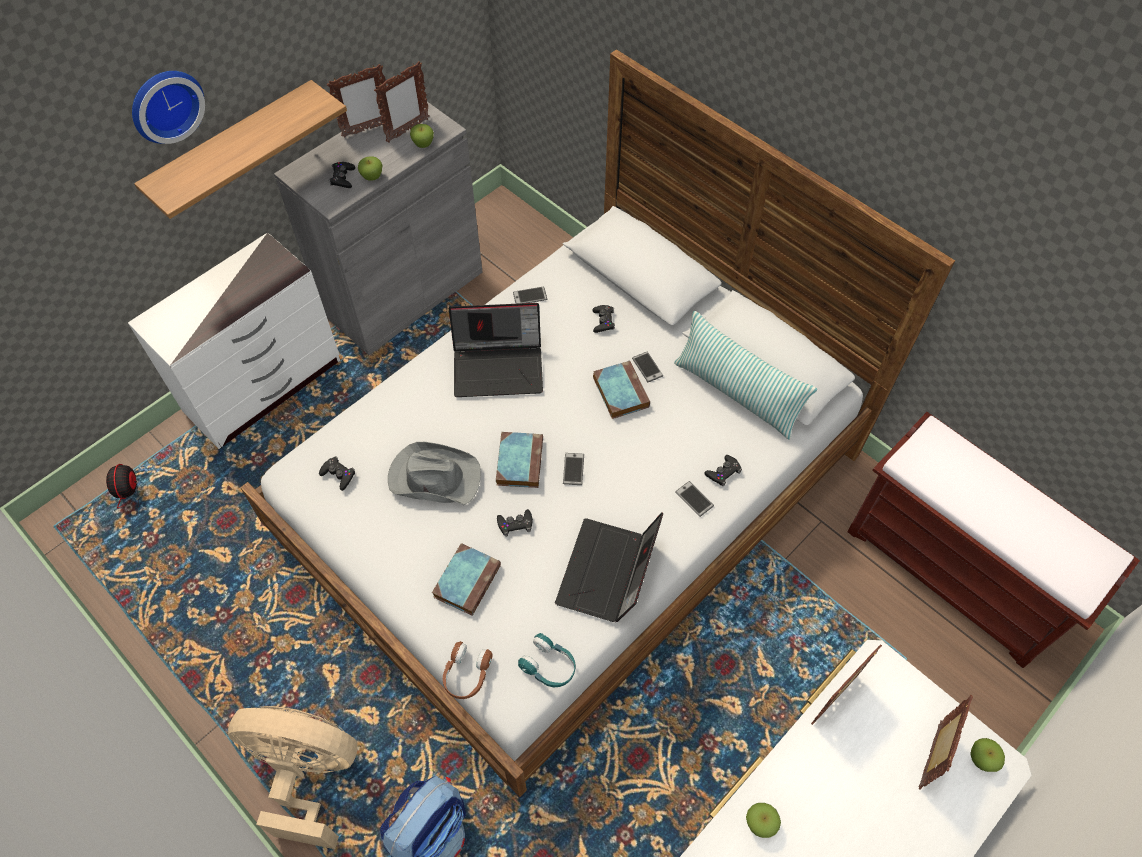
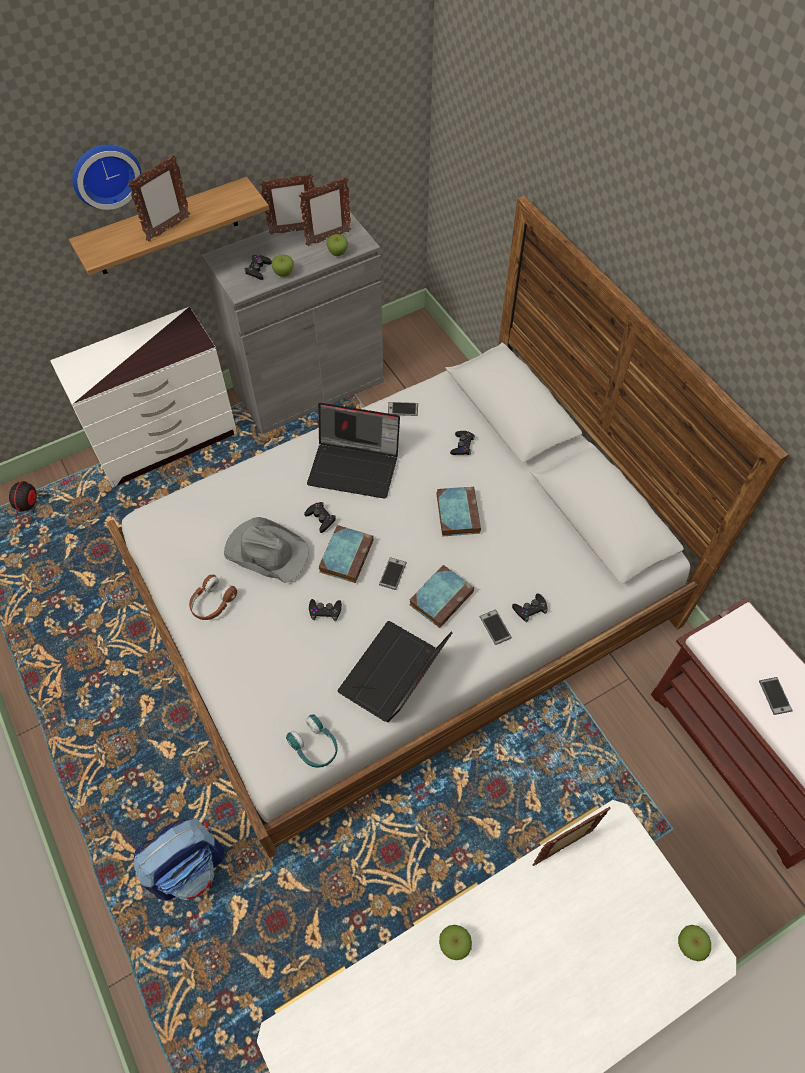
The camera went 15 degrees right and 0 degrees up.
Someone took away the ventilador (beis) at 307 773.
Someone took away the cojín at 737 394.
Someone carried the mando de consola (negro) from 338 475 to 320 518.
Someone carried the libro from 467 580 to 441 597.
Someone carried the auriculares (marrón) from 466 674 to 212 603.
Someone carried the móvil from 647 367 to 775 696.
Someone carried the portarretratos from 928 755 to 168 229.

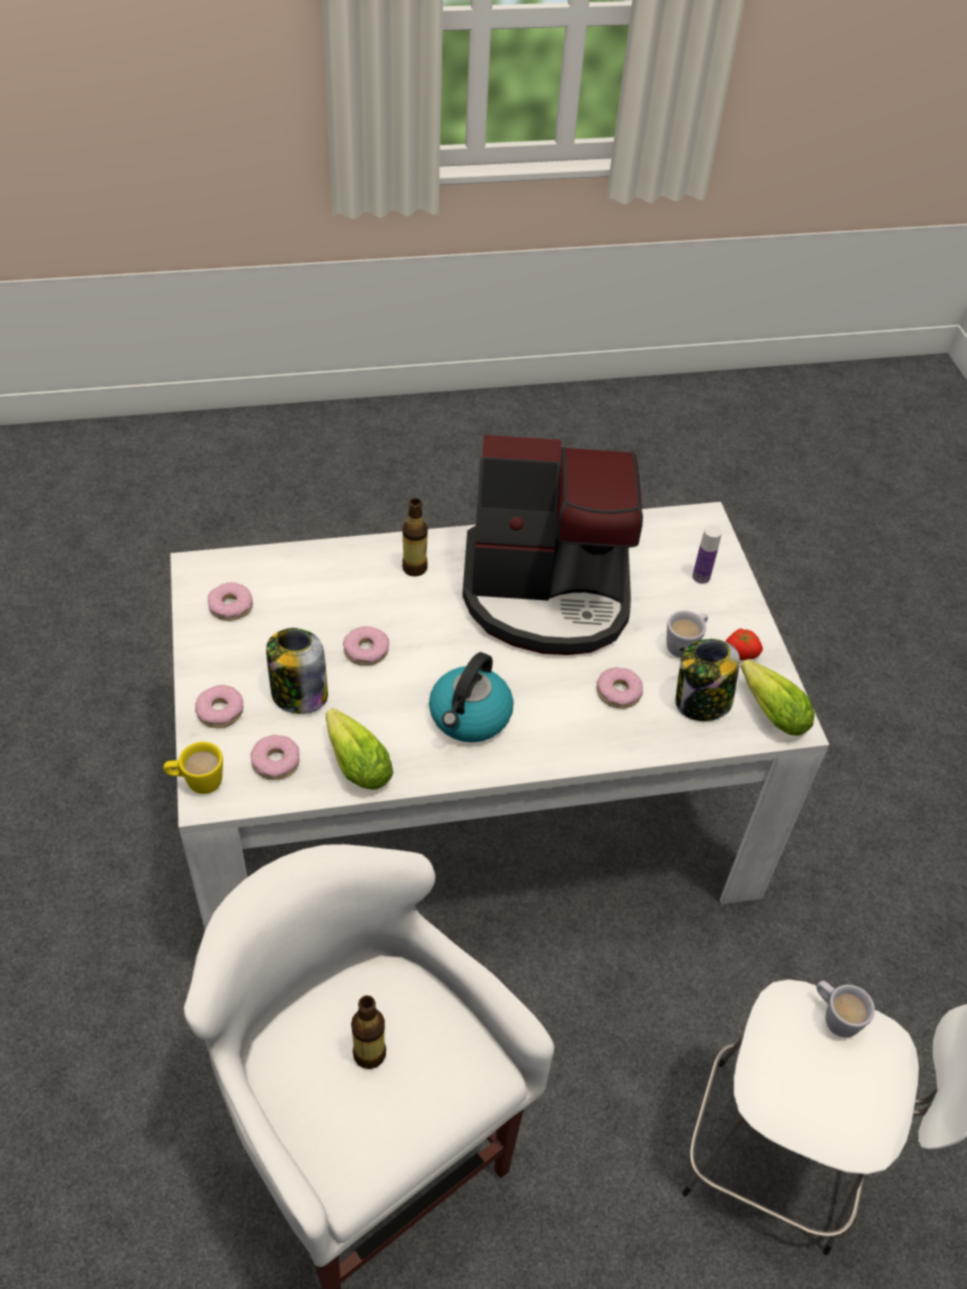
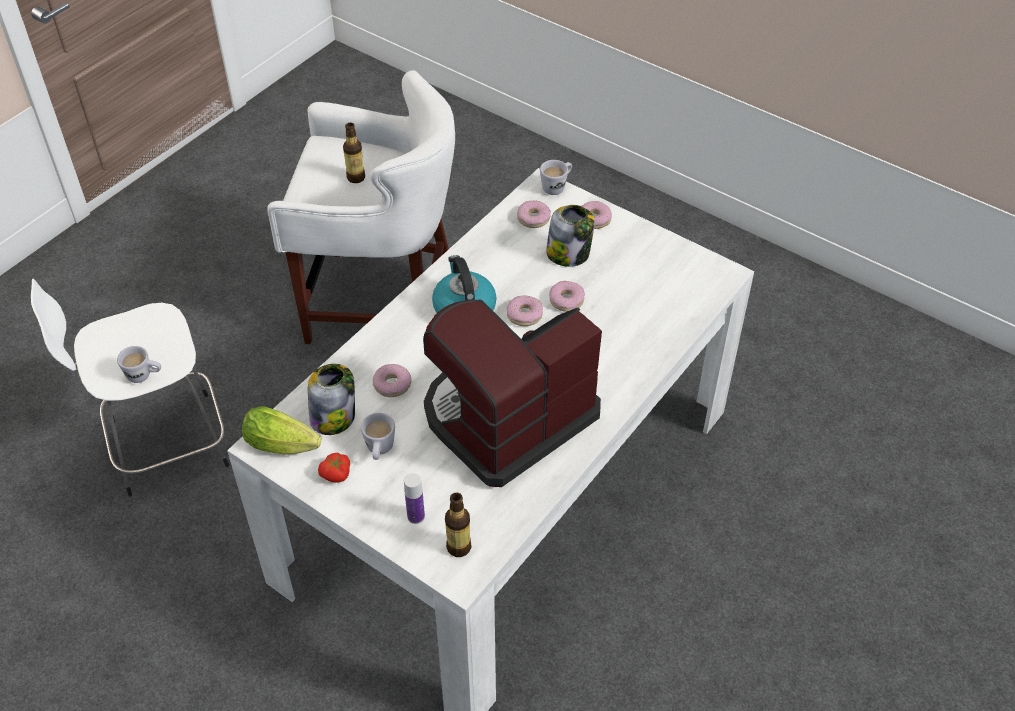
The camera went 140 degrees right and 0 degrees up.
Someone took away the lechuga at 355 760.
Someone carried the rosquilla from 231 606 to 524 315.
Someone carried the botella from 414 568 to 459 547.
Someone repainted the taza grande (amarillo) at 197 782, which became the taza grande (blanco) at 557 186.

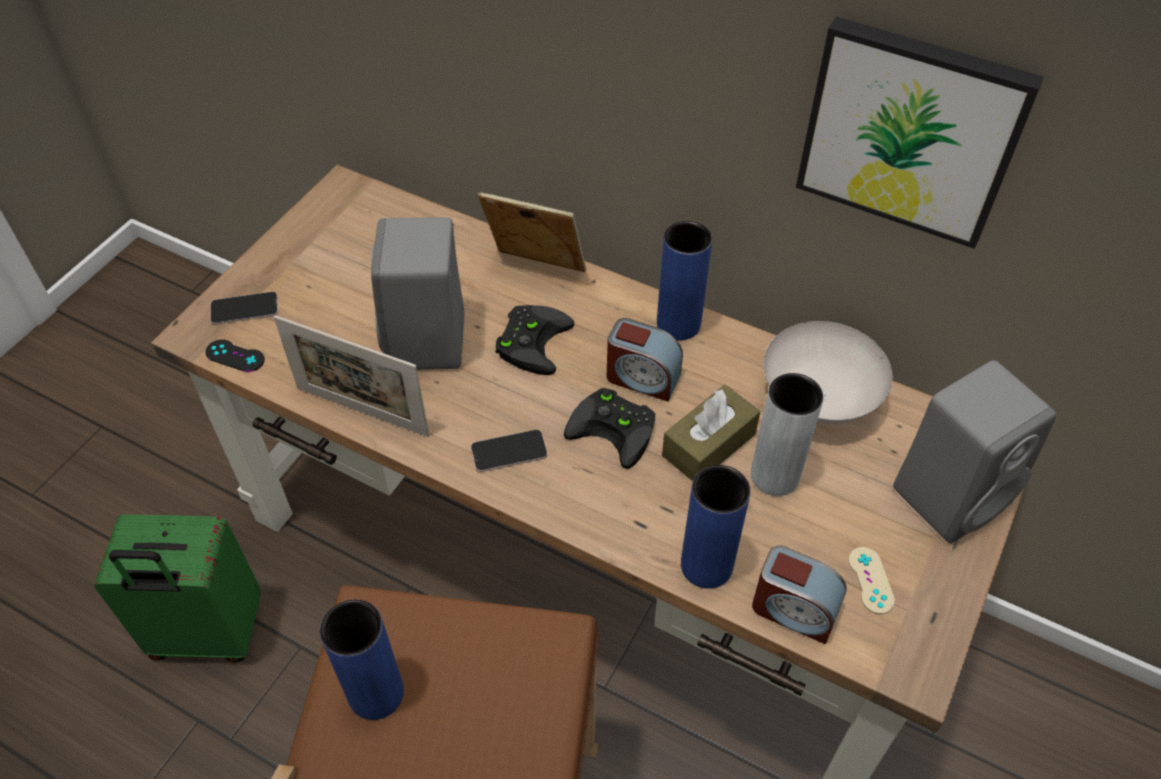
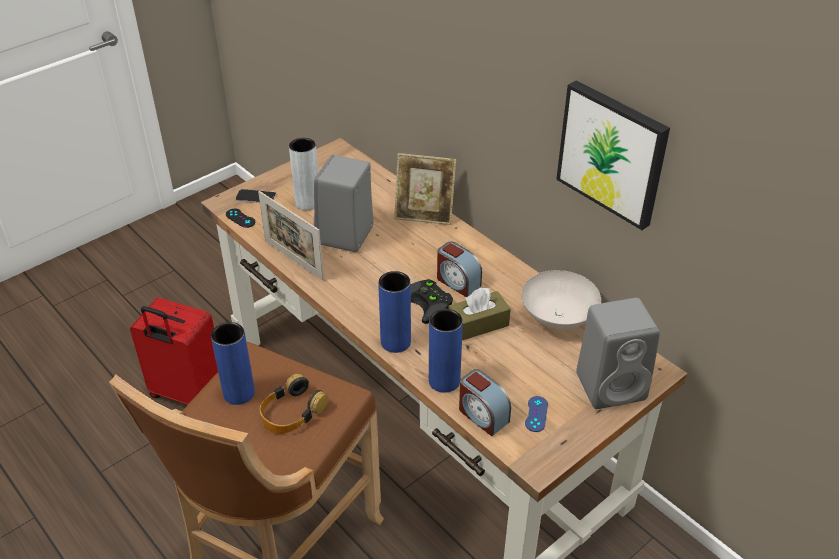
The camera went 20 degrees right and 10 degrees down.
Someone took away the móvil at 509 451.
Someone took away the mando de consola (negro) at 531 340.
Someone put down the auriculares at 292 412.
Someone carried the florero (azul) from 678 324 to 395 342.
Someone carried the florero (gris) from 774 475 to 308 203.
Someone repainted the maleta (verde) at 207 634, which became the maleta (rojo) at 186 393.
Someone repainted the mando de consola (beis) at 870 580, which became the mando de consola (azul) at 536 414.
Someone rotated the portarretratos at 535 272 by 150 degrees clockwise.

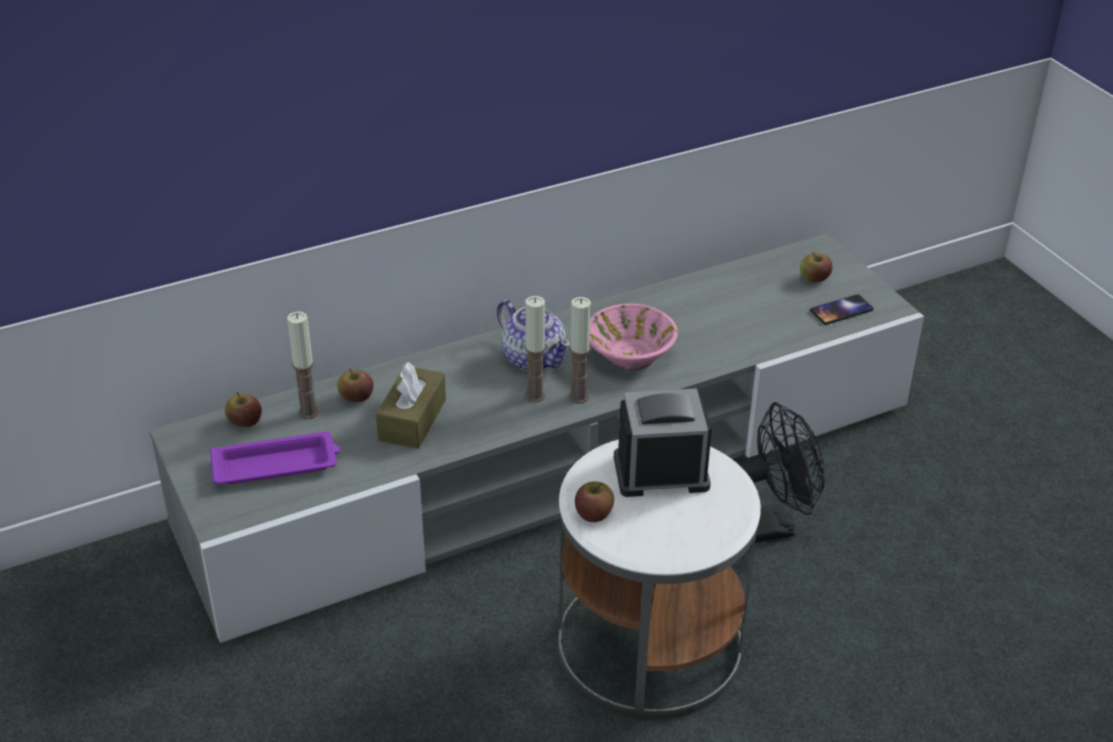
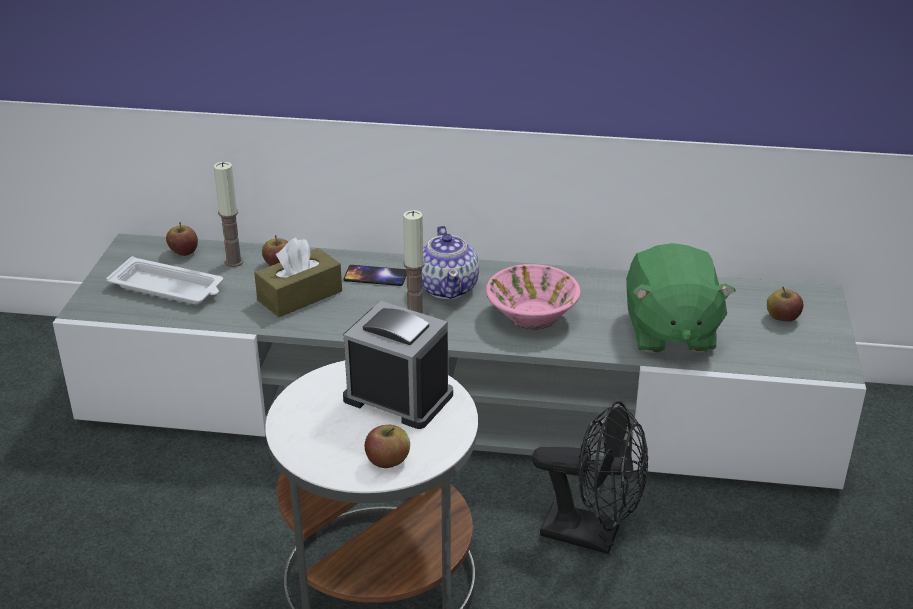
The camera went 35 degrees right and 5 degrees down.
Someone took away the vela at 578 397.
Someone put down the peluche (verde) at 669 332.
Someone carried the manzana from 594 514 to 388 460.
Someone carried the móvil from 841 310 to 375 276.
Someone repainted the bandeja (morado) at 277 465, which became the bandeja (blanco) at 168 288.

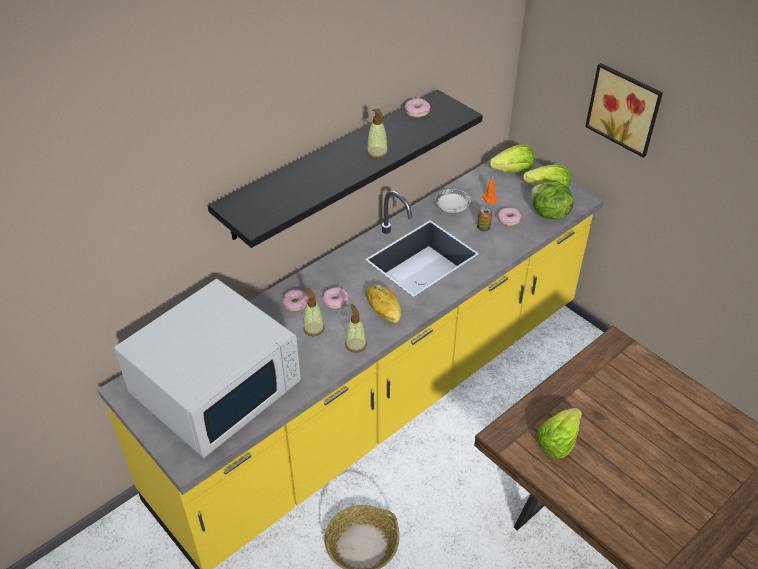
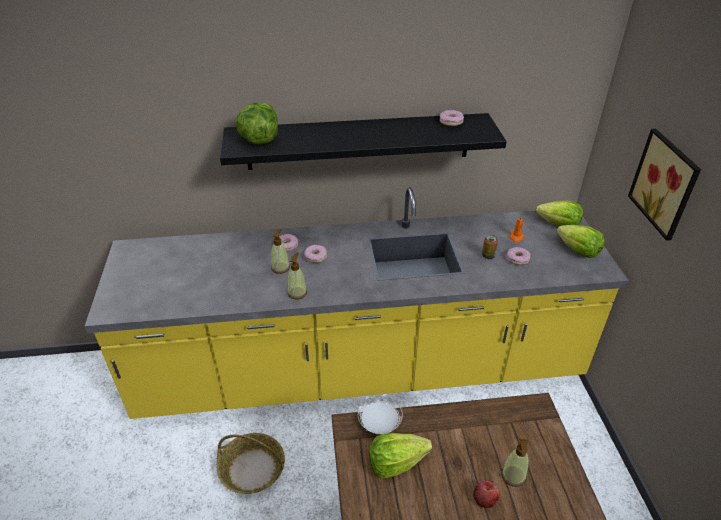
The camera went 35 degrees right and 5 degrees down.
Someone took away the microondas (blanco) at 217 387.
Someone took away the pan at 382 309.
Someone put down the manzana at 484 499.
Someone carried the dispensador de jabón from 377 153 to 513 476.
Someone carried the plato (blanco) from 452 208 to 380 423.
Someone carried the lechuga from 548 214 to 259 140.

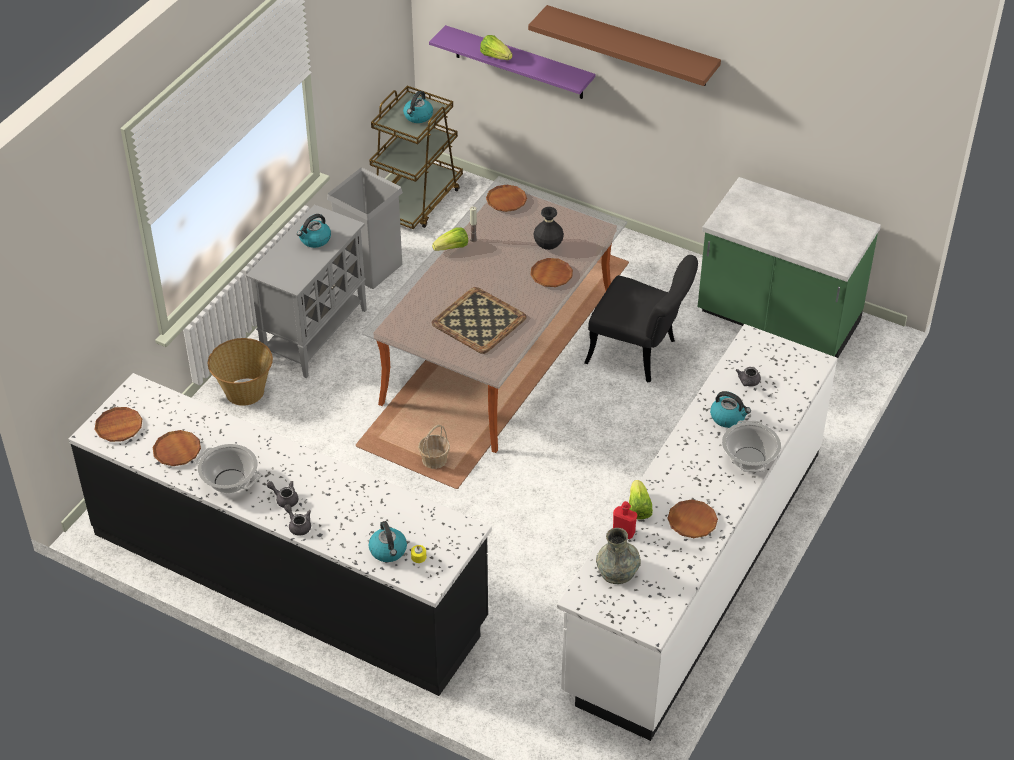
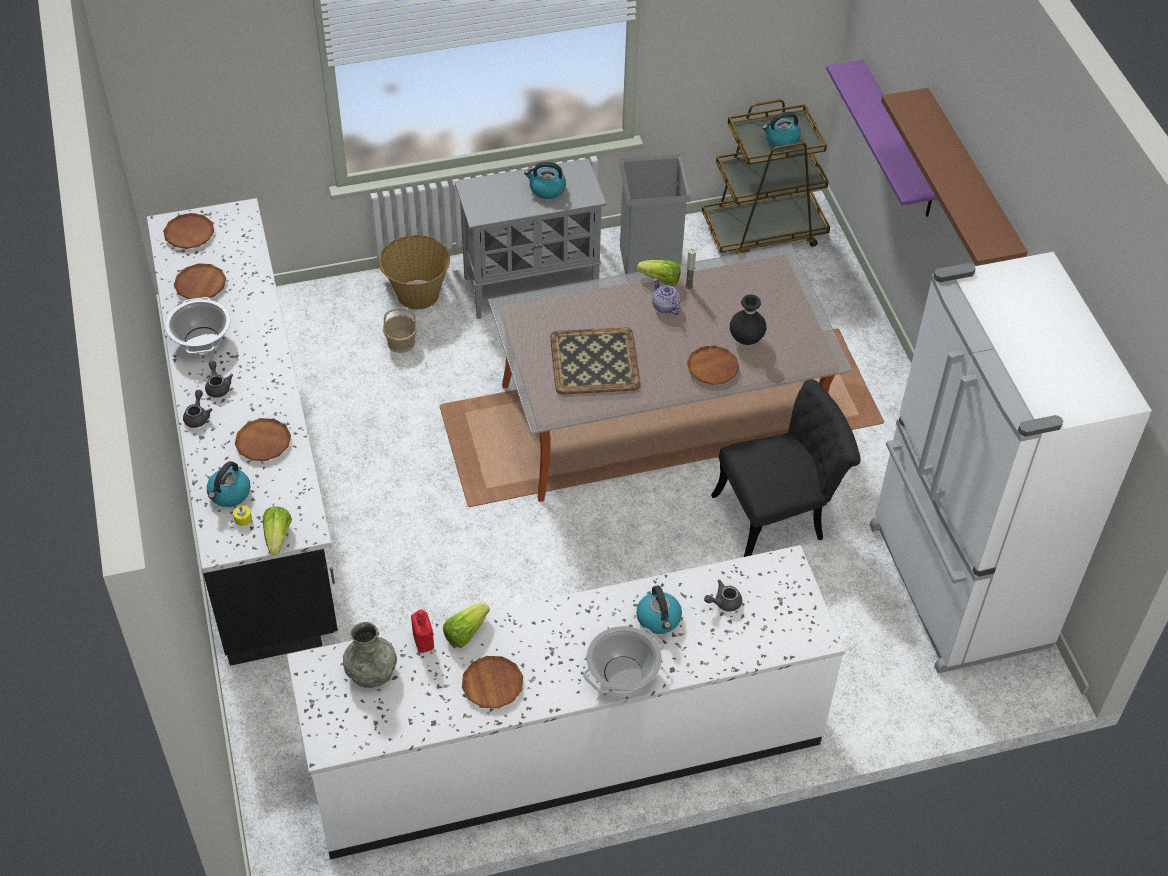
The camera went 45 degrees right and 5 degrees up.
Someone put down the tetera at 665 307.
Someone carried the cesta from 434 460 to 401 342.
Someone carried the lechuga from 495 56 to 277 537.
Someone carried the plato (marrón) from 506 201 to 263 442.
Someone swapped the mueble bajo de cocina (verde) at 777 320 for the nevera (blanco) at 955 587.
Someone rotated the silla (negro) at 640 354 by 90 degrees counterclockwise.

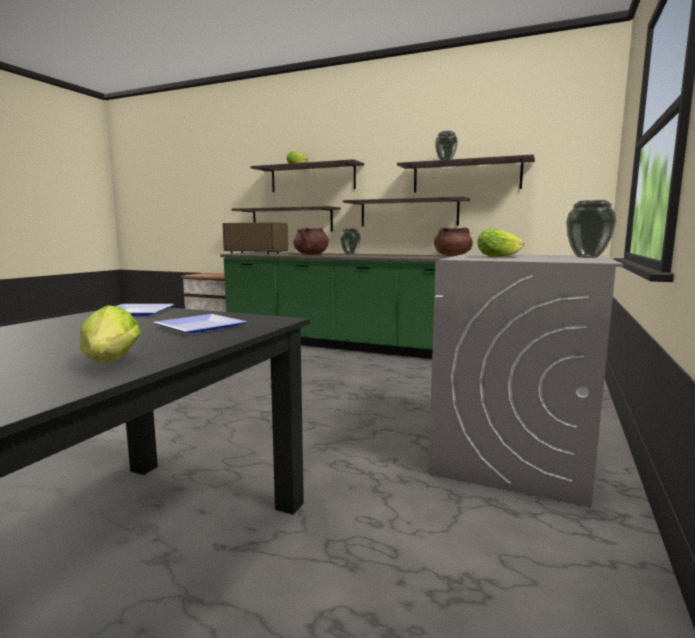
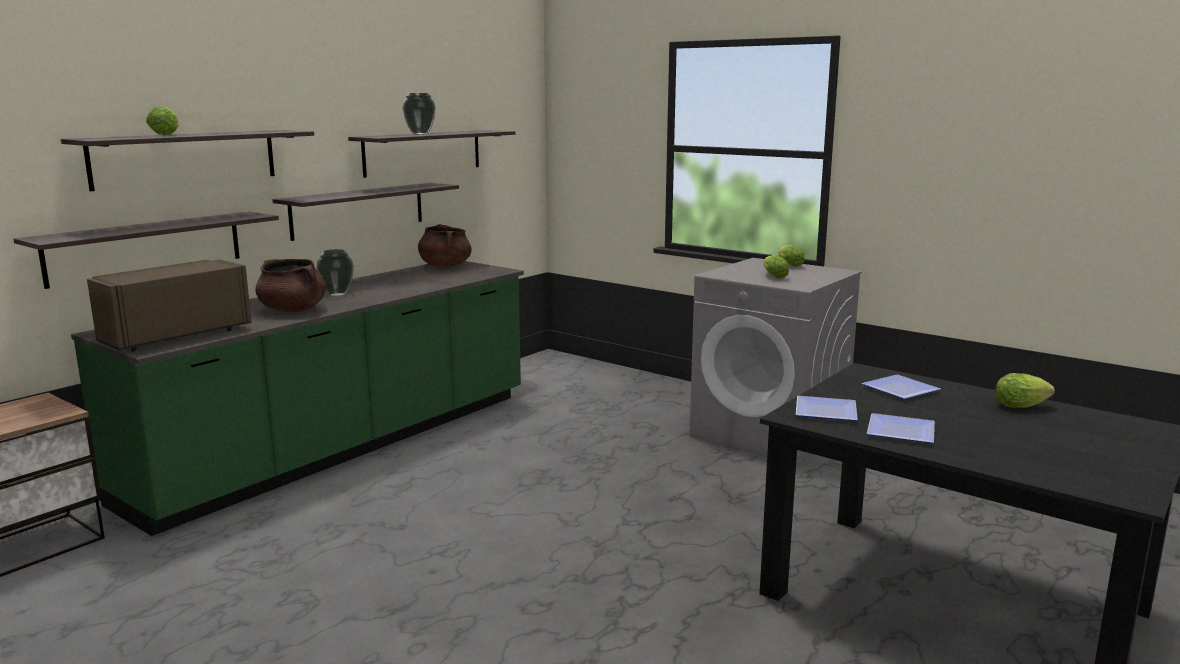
The camera went 75 degrees left and 5 degrees up.
Someone put down the plato at 903 433.
Someone swapped the florero at 586 257 for the lechuga at 788 265.

